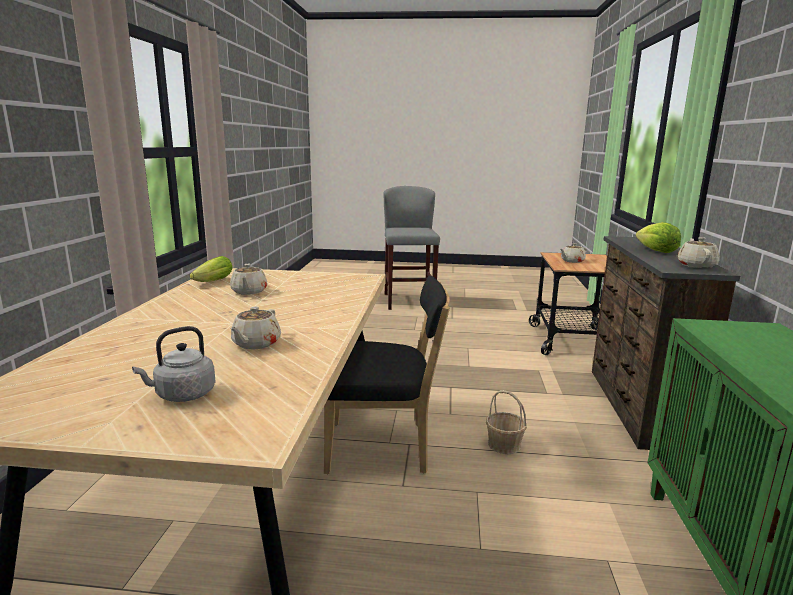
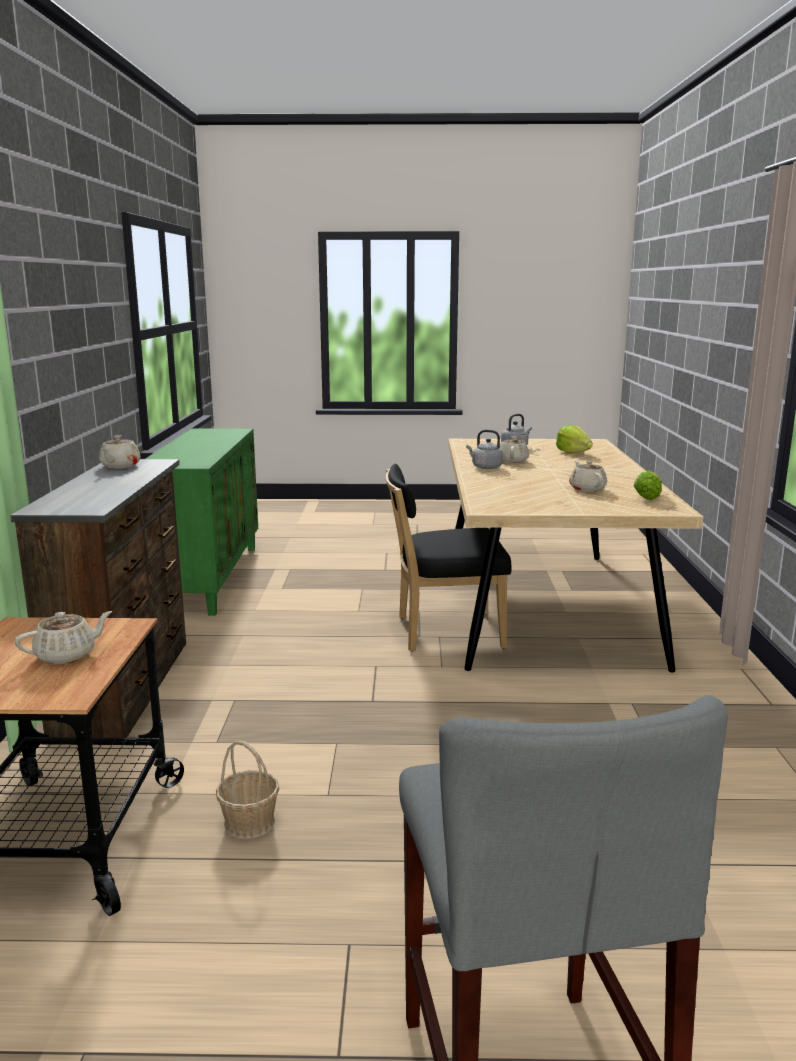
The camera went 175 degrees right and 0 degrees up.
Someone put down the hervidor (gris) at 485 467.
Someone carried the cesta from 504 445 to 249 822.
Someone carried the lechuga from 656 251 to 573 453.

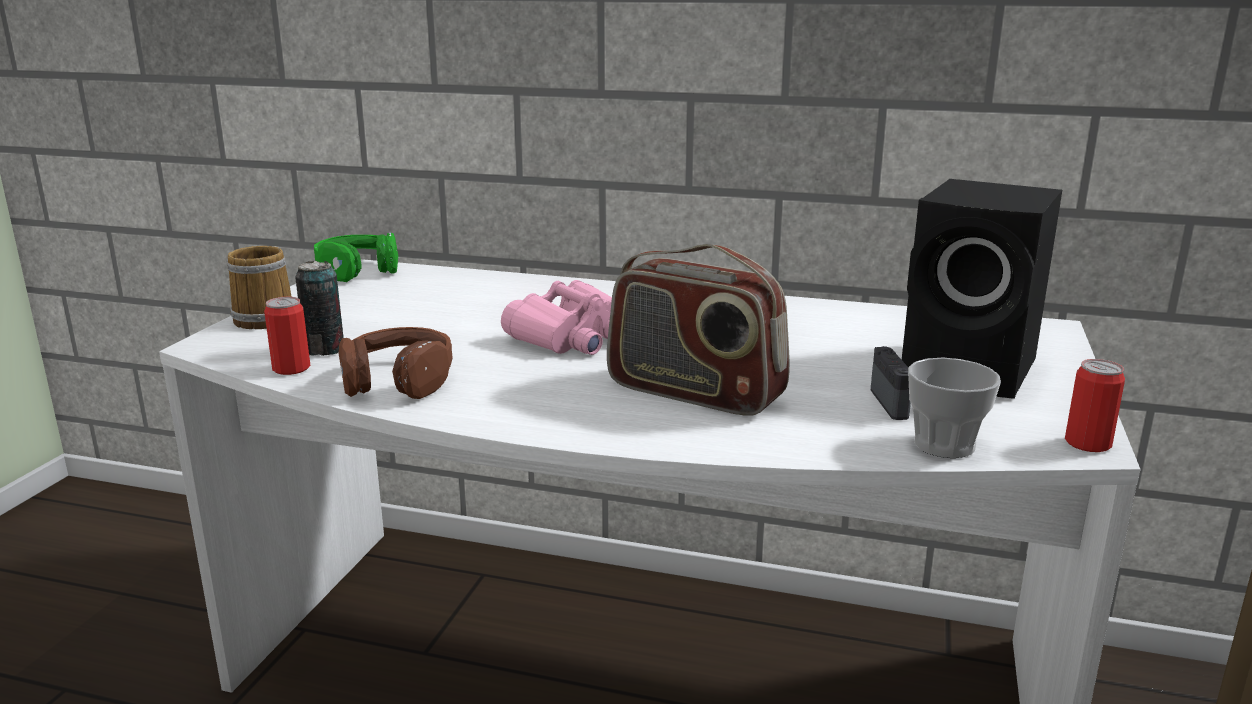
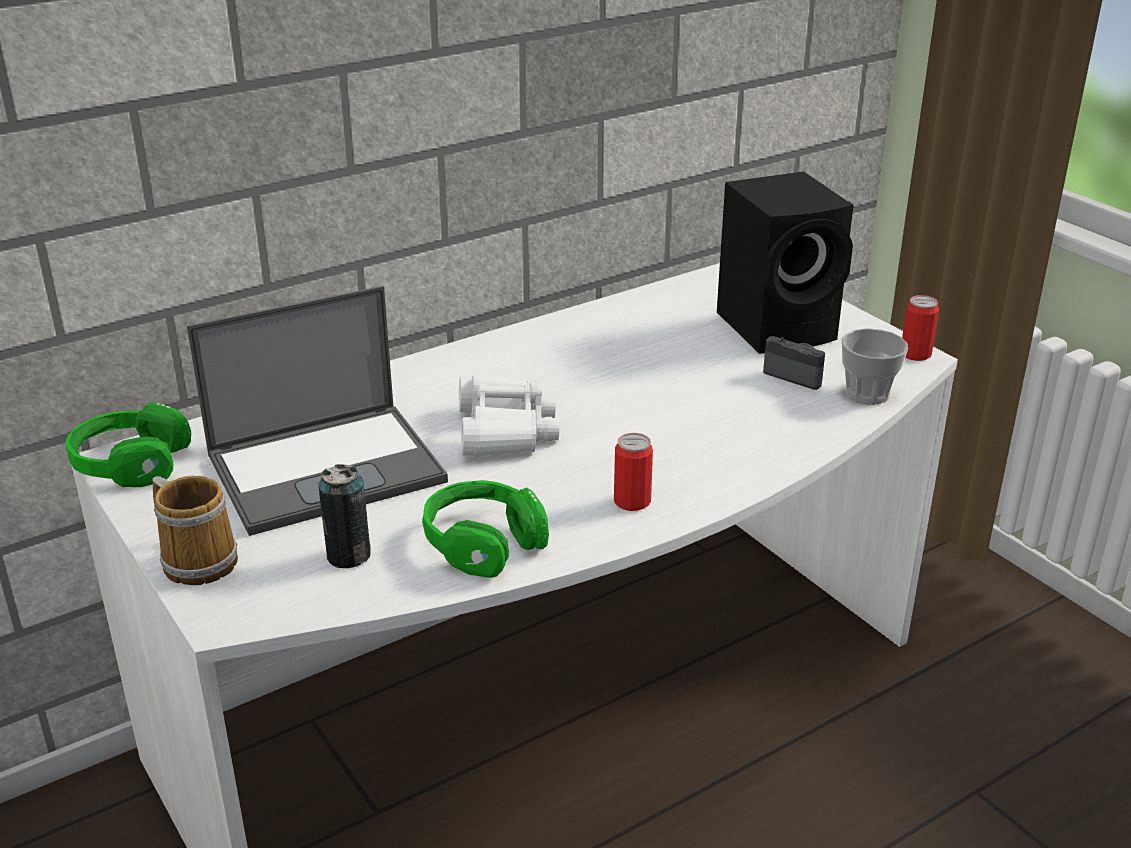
The camera went 50 degrees left and 10 degrees up.
Someone took away the radio at 694 392.
Someone put down the portátil at 328 467.
Someone carried the lata from 291 368 to 632 501.
Someone repainted the auriculares (marrón) at 399 380, which became the auriculares (verde) at 483 543.
Someone repainted the prismáticos (rosa) at 573 337, which became the prismáticos (blanco) at 505 431.

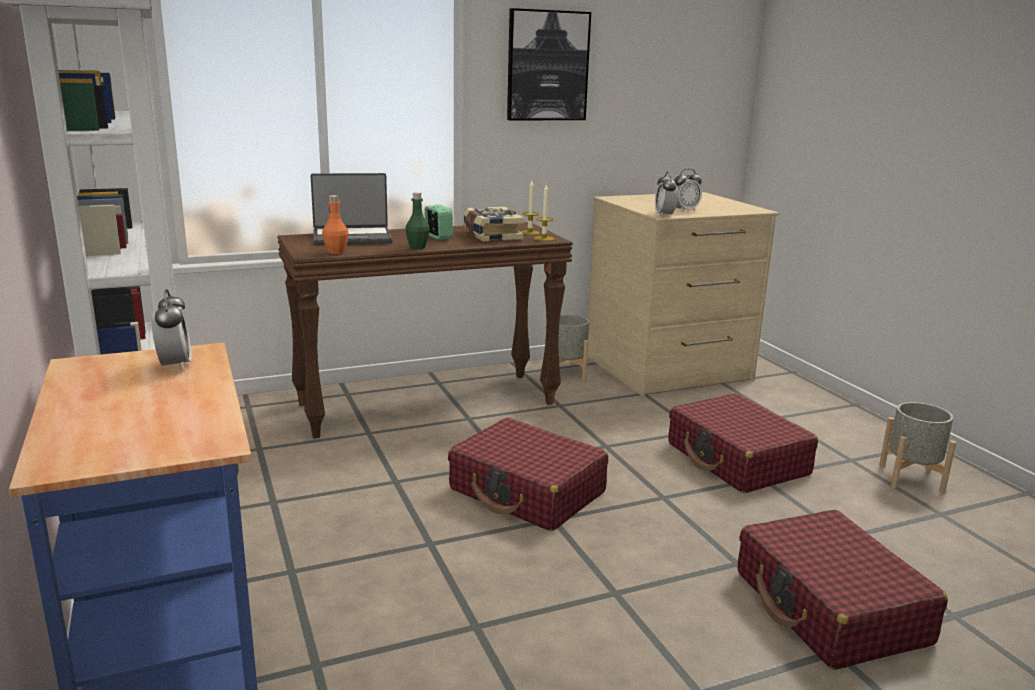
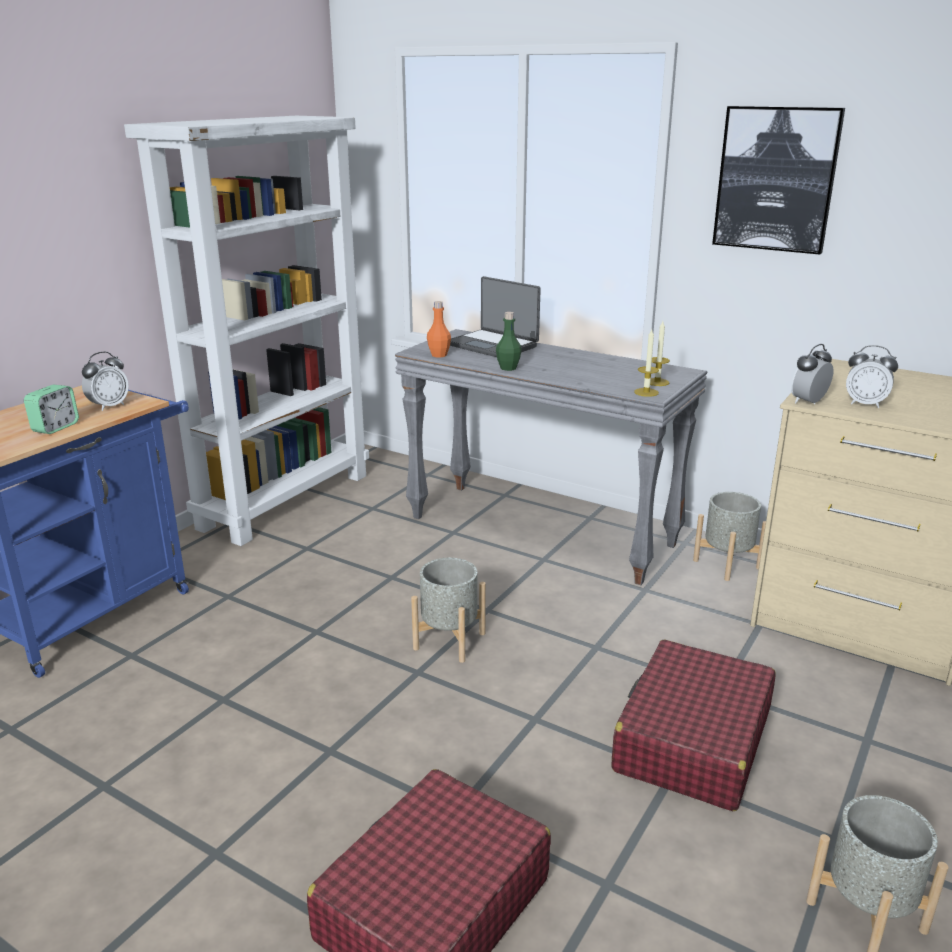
The camera went 55 degrees right and 5 degrees up.
Someone took away the libro at 491 235.
Someone carried the despertador from 438 237 to 55 428.
Someone swapped the maleta (rojo) at 527 491 for the maceta (gris) at 449 640.
Someone repainted the mesa consola (marrón) at 427 403, which became the mesa consola (gris) at 542 530.

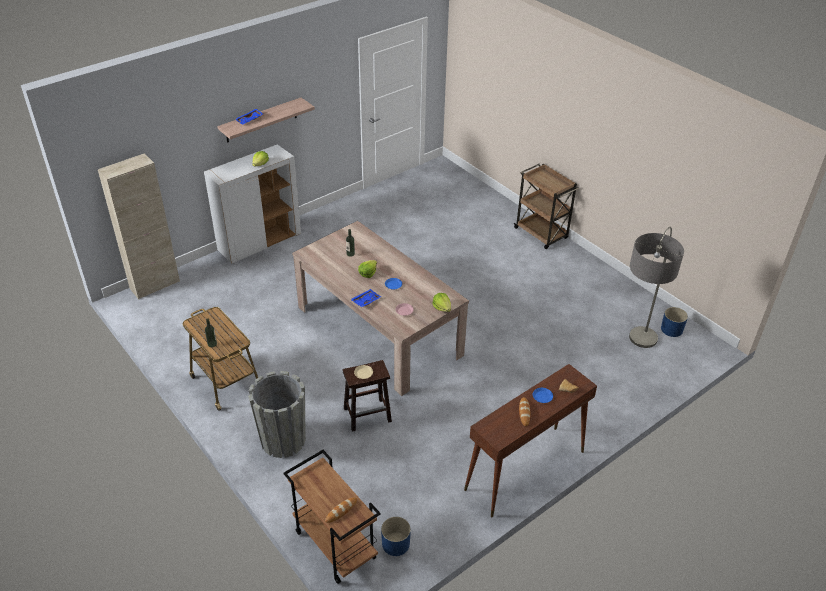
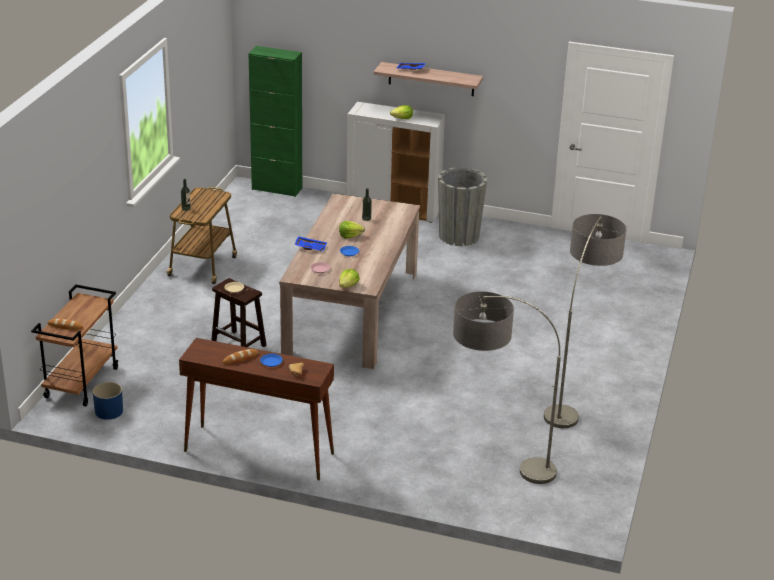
The camera went 55 degrees right and 10 degrees down.
Someone took away the carrito (marrón) at 541 234.
Someone took away the maceta (azul) at 671 329.
Someone put down the lámpara de pie at 574 396.
Someone carried the maceta (gris) from 283 440 to 459 236.
Someone repainted the armario (beis) at 155 285, which became the armario (verde) at 277 189.

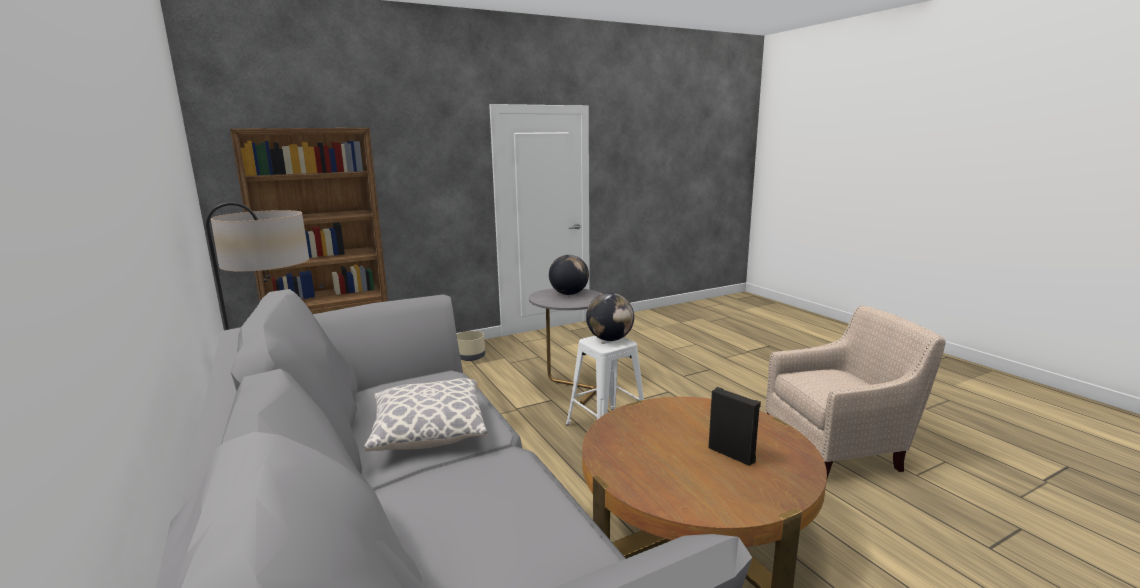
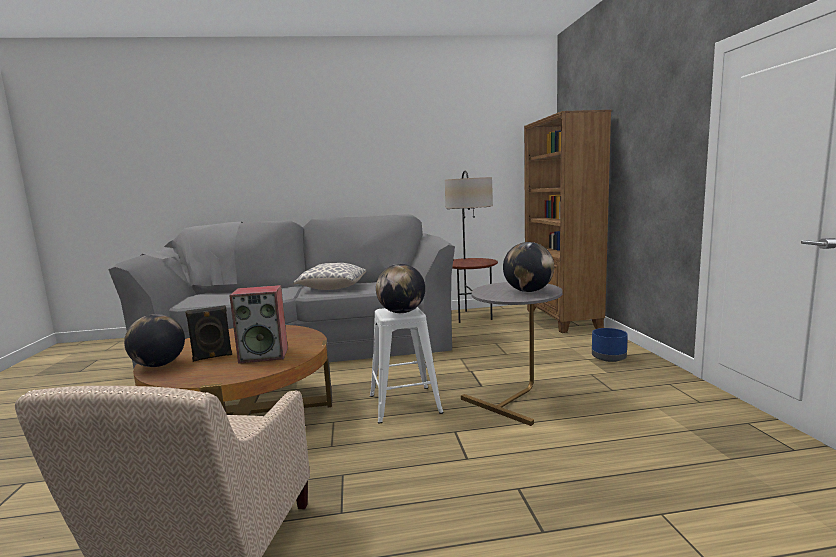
The camera went 110 degrees right and 5 degrees down.
Someone put down the globo terráqueo at 159 365.
Someone put down the altavoz at 264 355.
Someone repainted the maceta (beis) at 471 357, which became the maceta (azul) at 609 358.

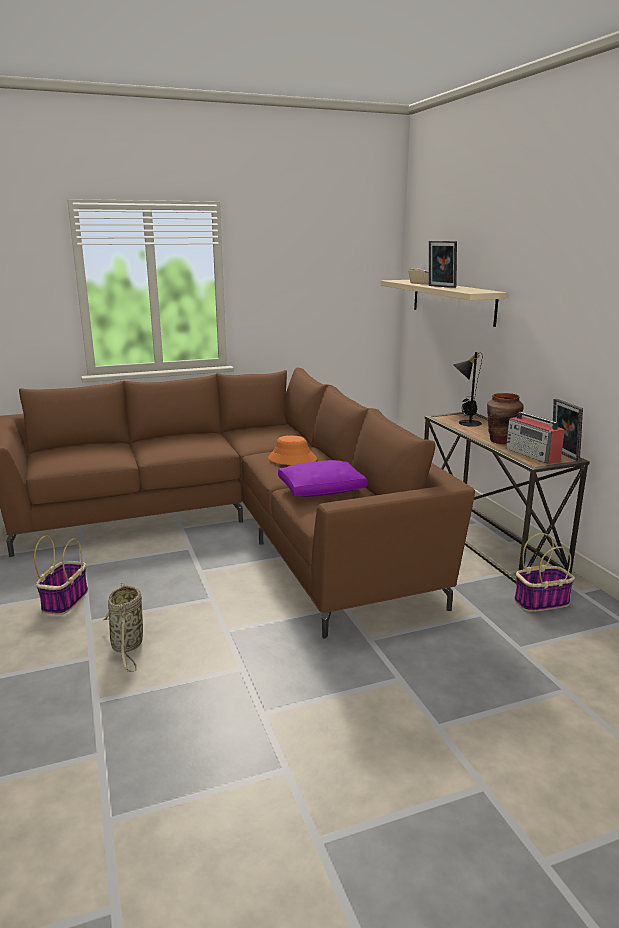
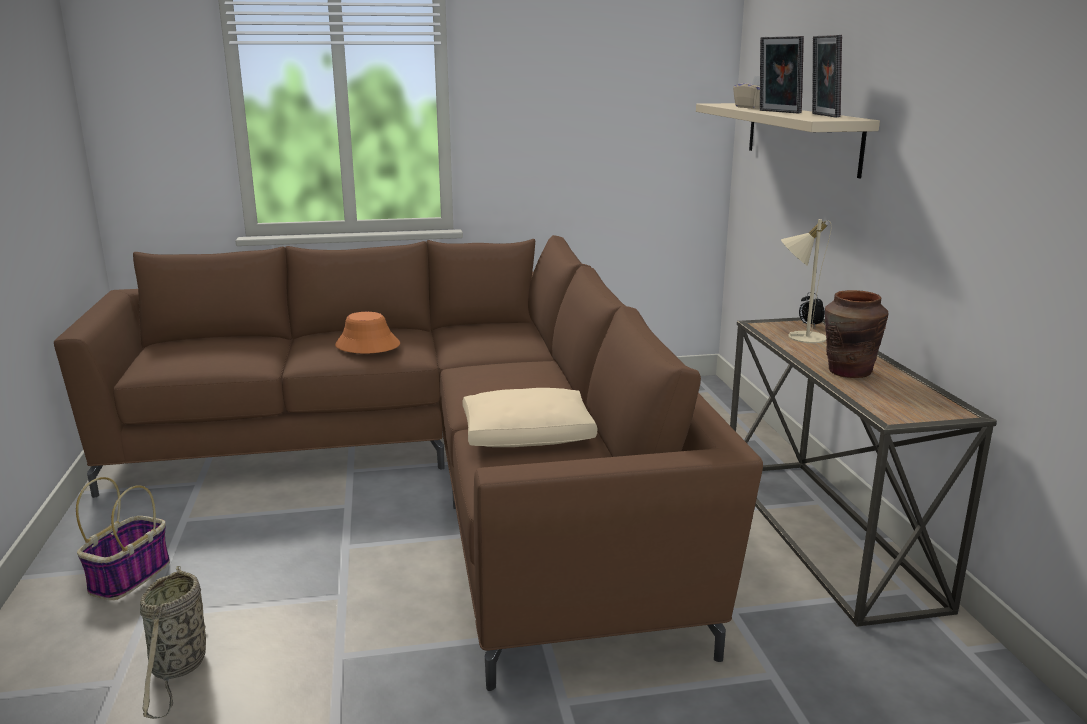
The camera went 10 degrees right and 0 degrees up.
Someone took away the radio at 532 455.
Someone took away the cesta at 541 602.
Someone carried the sombrero (naranja) from 292 459 to 367 345.
Someone carried the portarretratos from 563 455 to 822 115.
Someone repainted the cojín (morado) at 322 489, which became the cojín (beis) at 528 435.
Someone repainted the lámpara de mesa (negro) at 465 422, which became the lámpara de mesa (beis) at 799 336.

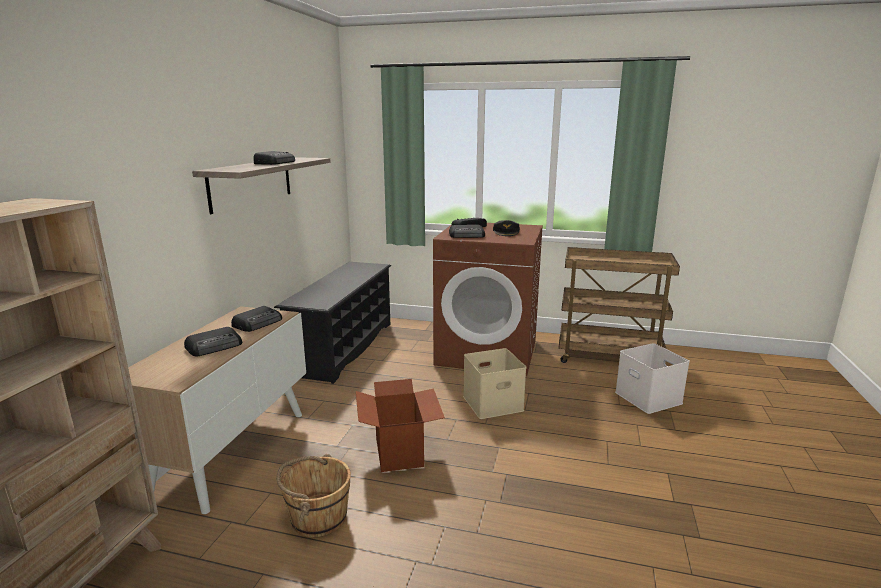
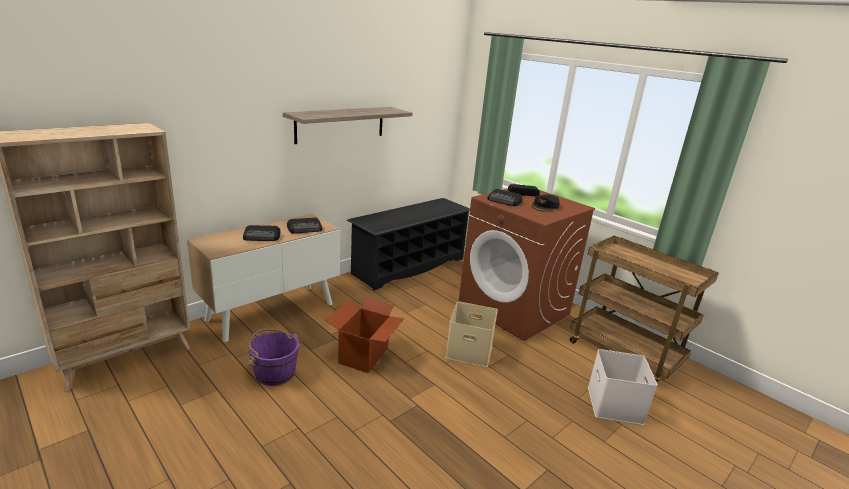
The camera went 30 degrees right and 5 degrees up.
Someone took away the radio at 275 163.
Someone repainted the cubo (marrón) at 318 517, which became the cubo (morado) at 274 373.

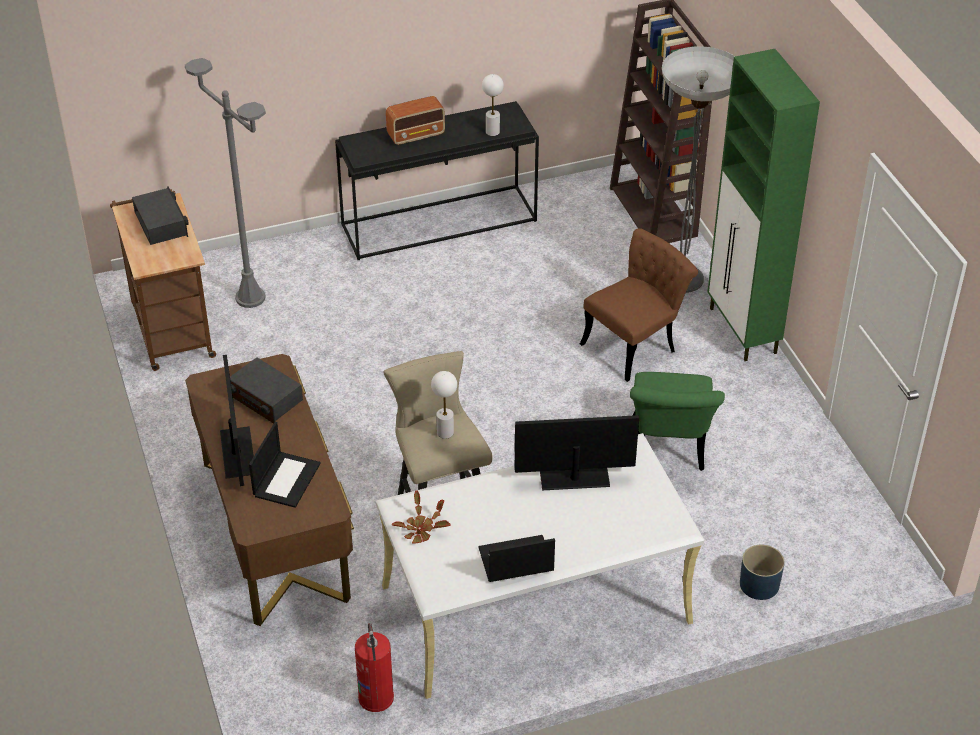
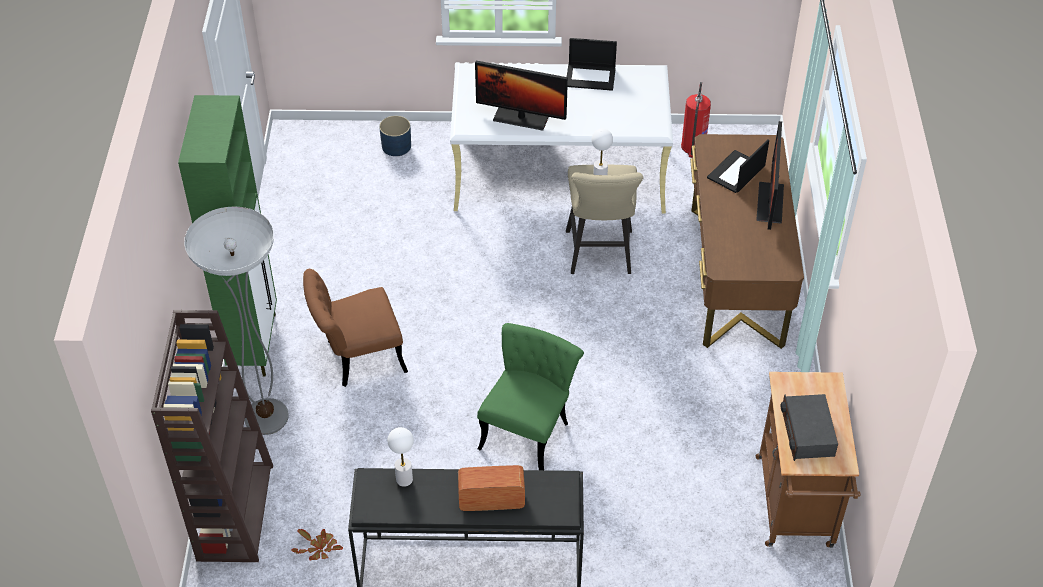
The camera went 160 degrees left and 5 degrees up.
Someone took away the lámpara de pie (gris) at 250 298.
Someone took away the radio at 265 398.
Someone carried the planta en maceta from 421 529 to 319 549.
Someone carried the silla (verde) from 669 450 to 528 429.

